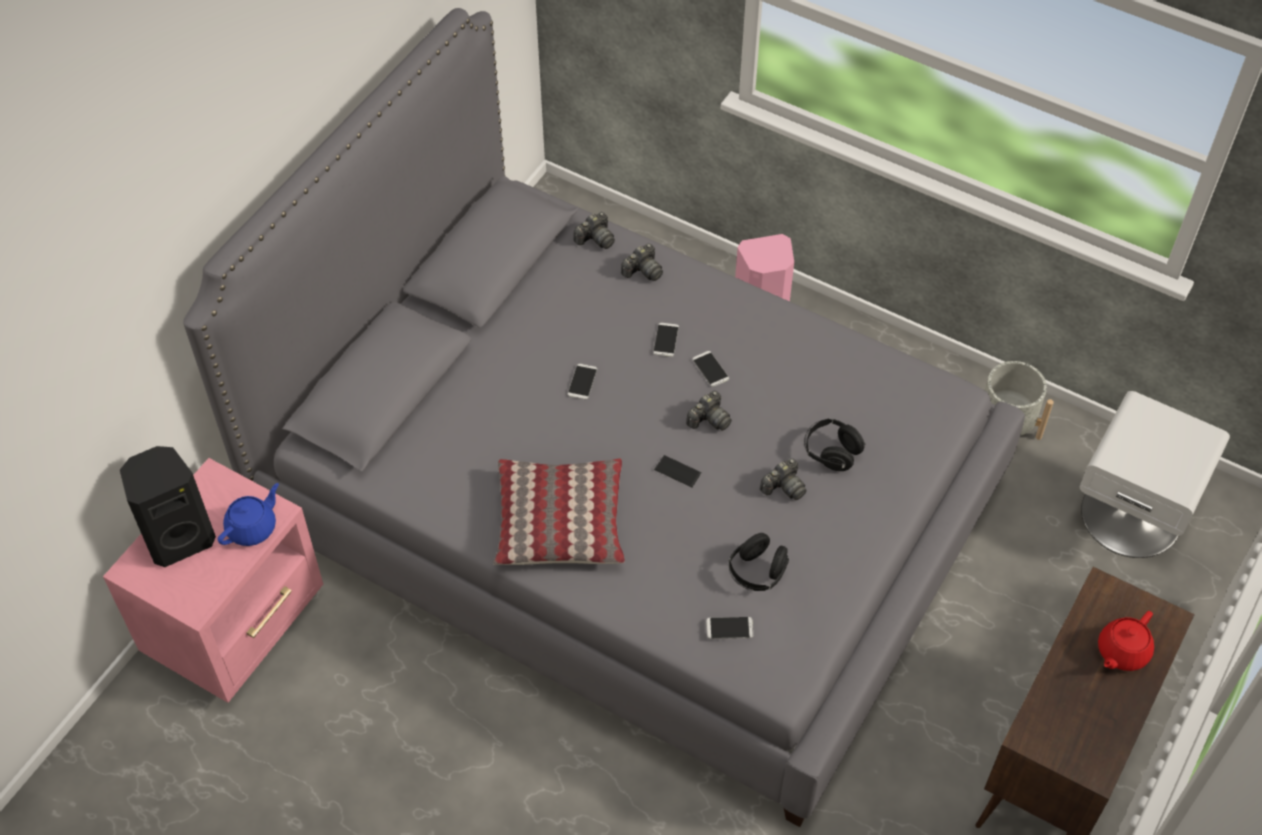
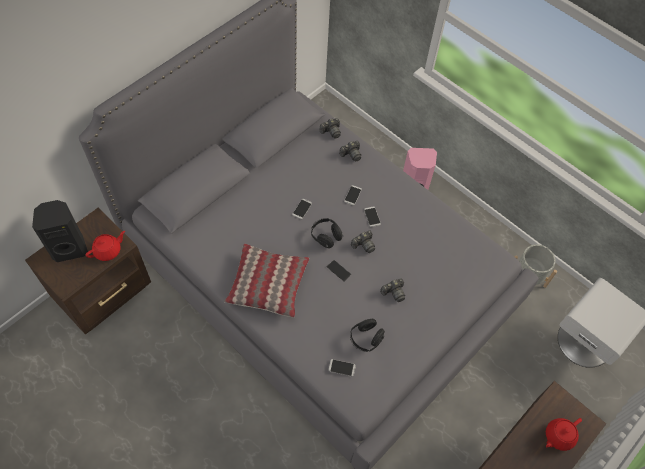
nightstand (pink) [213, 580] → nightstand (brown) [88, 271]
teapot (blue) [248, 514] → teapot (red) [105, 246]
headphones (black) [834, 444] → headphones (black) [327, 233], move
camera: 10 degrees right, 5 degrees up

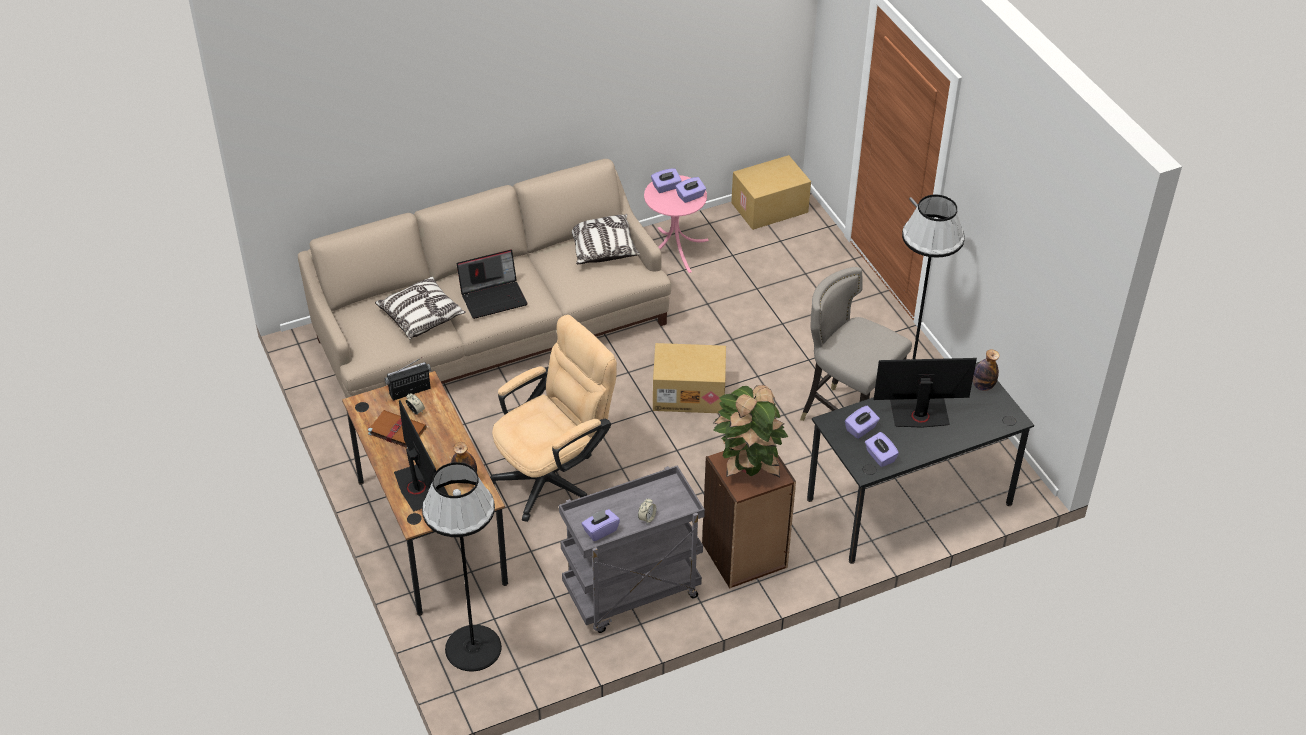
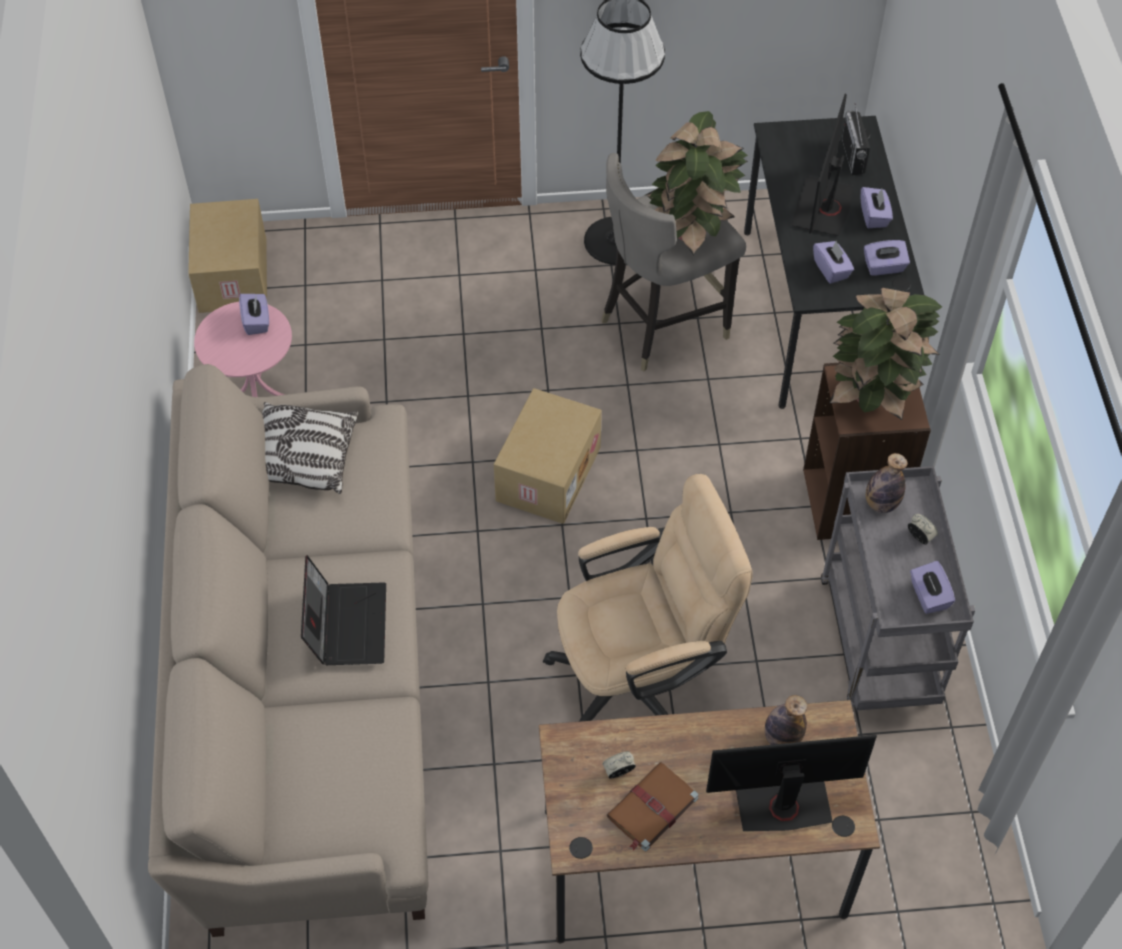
pillow [420, 308] → -
radio [407, 378] → radio [856, 139], move
floor lamp (black) [462, 566] → -
office chair (beige) [553, 418] → office chair (beige) [648, 598], 90 degrees clockwise
tissue box (purple) [666, 180] → tissue box (purple) [877, 207], move
bottle [986, 370] → bottle [887, 483], move
- → potted plant [697, 183]
camera: 70 degrees left, 10 degrees up

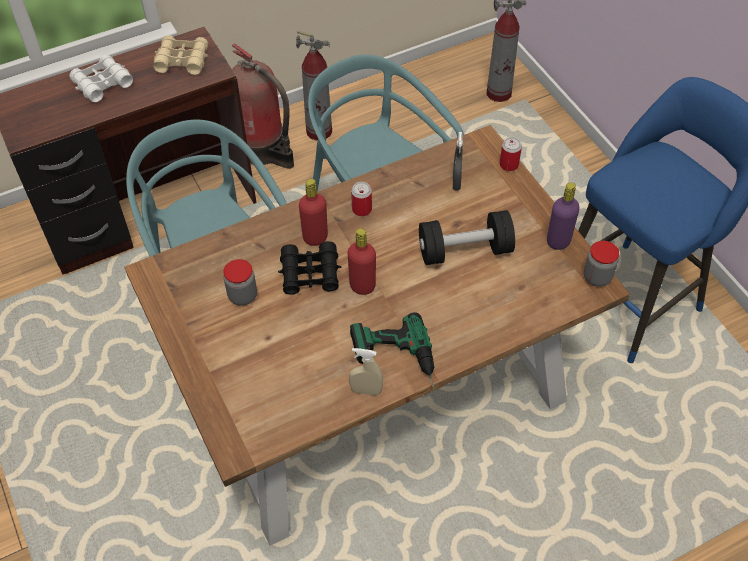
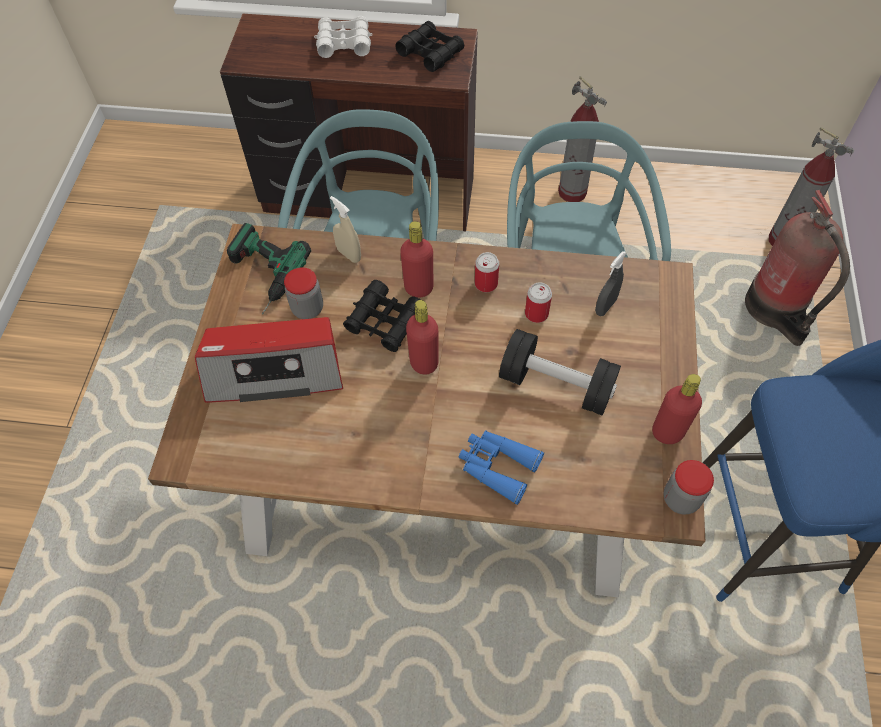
binoculars (beige) [181, 55] → binoculars (black) [430, 46]
fire extinguisher [263, 106] → fire extinguisher [797, 268], move
spray bottle (beige) [366, 372] → spray bottle (beige) [345, 229], move
power drill [392, 350] → power drill [269, 268], move
can [511, 154] → can [538, 302], move
bottle (purple) [563, 216] → bottle (red) [677, 409]
- → radio [269, 360]
- → binoculars (blue) [501, 467]
camera: 35 degrees right, 5 degrees up

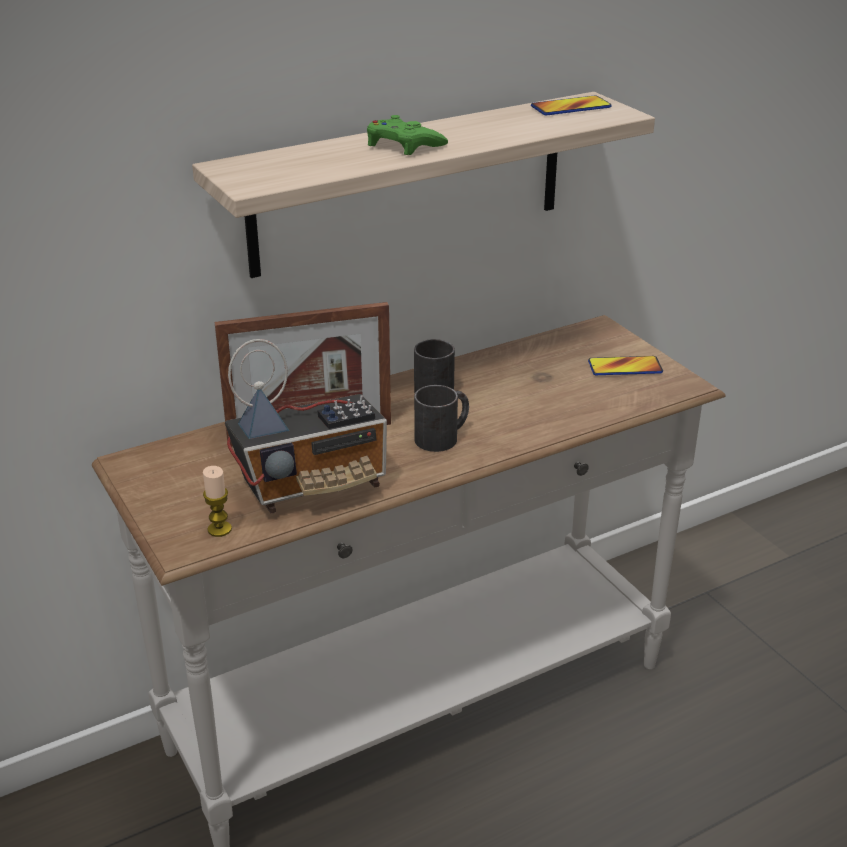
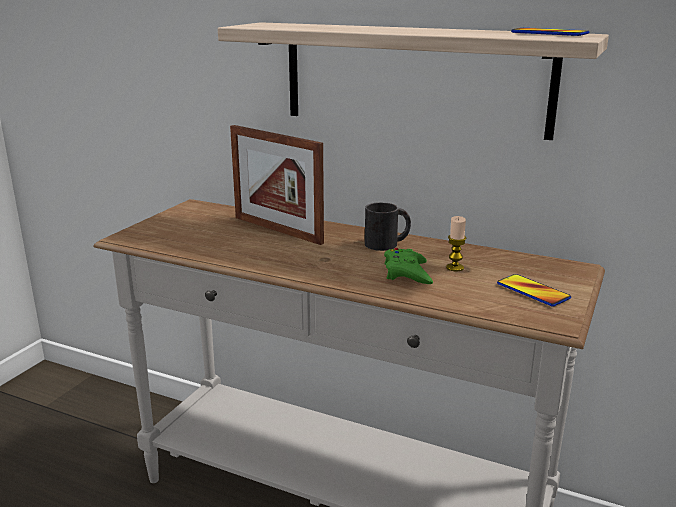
candle [217, 501] → candle [456, 244], move
radio [306, 426] → -
game controller (green) [407, 135] → game controller (green) [408, 266], move
mug (black) [441, 418] → -
camera: 55 degrees right, 10 degrees down

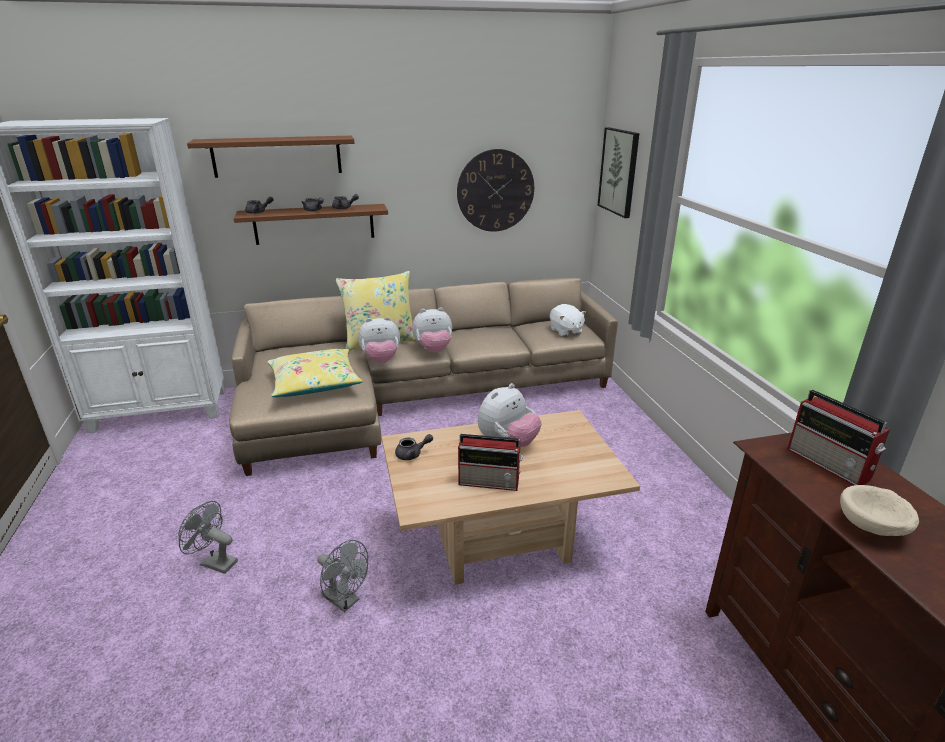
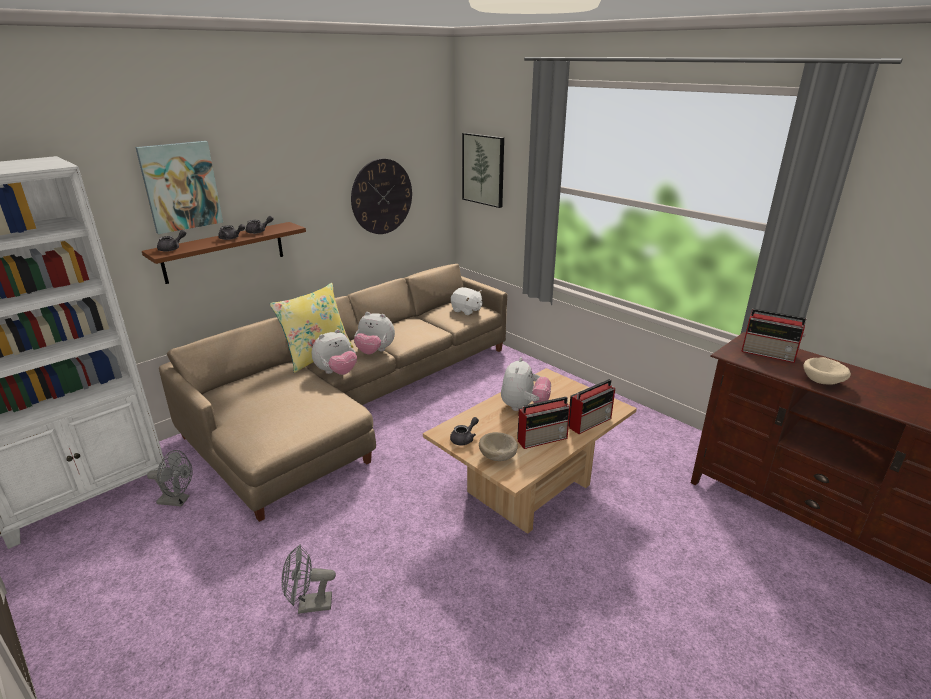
shelf (brown) [271, 157] → picture [179, 187]
pillow (yellow) [315, 373] → -
fan (grey) [342, 576] → fan (grey) [170, 478], move
plush toy [432, 329] → plush toy [374, 333], 60 degrees clockwise
- → bowl (beige) [498, 446]
- → radio [592, 406]
camera: 30 degrees left, 0 degrees up

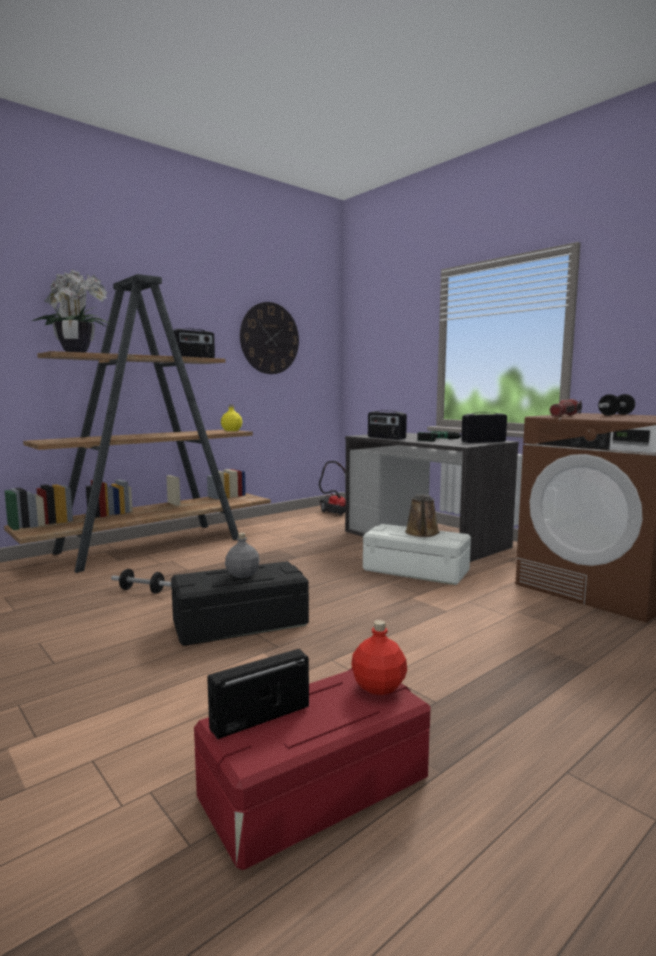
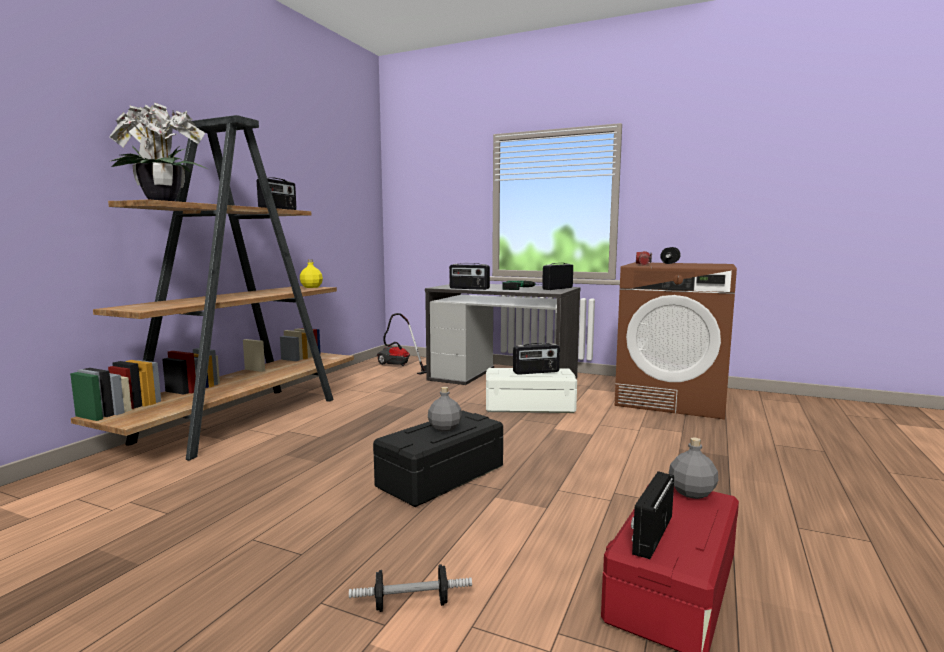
dumbbell [141, 581] → dumbbell [410, 588], move
wall clock [269, 338] → -
bottle (red) [379, 657] → bottle (grey) [693, 468]
watering can (brown) [422, 515] → radio [536, 359]
camera: 25 degrees left, 0 degrees up

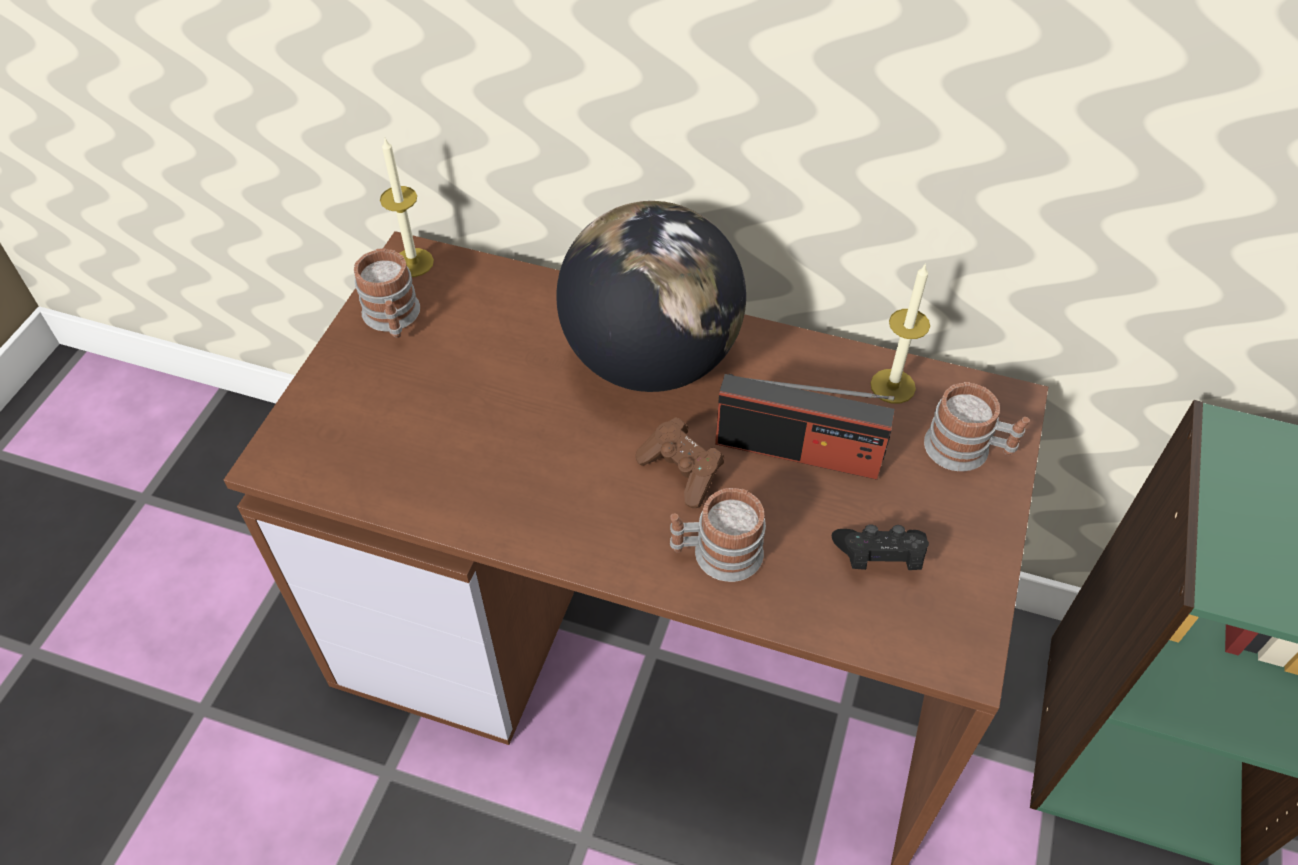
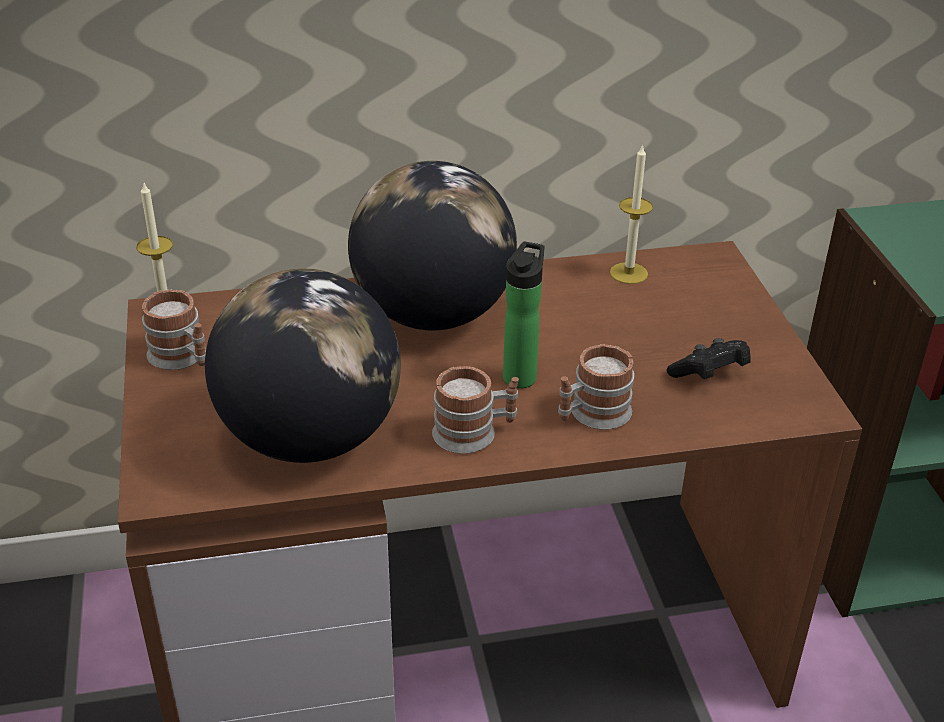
game controller (brown) [680, 462] → bottle [523, 315]
radio [805, 427] → -
mug [977, 426] → mug [475, 410], move
- → globe [303, 366]
camera: 30 degrees left, 15 degrees down

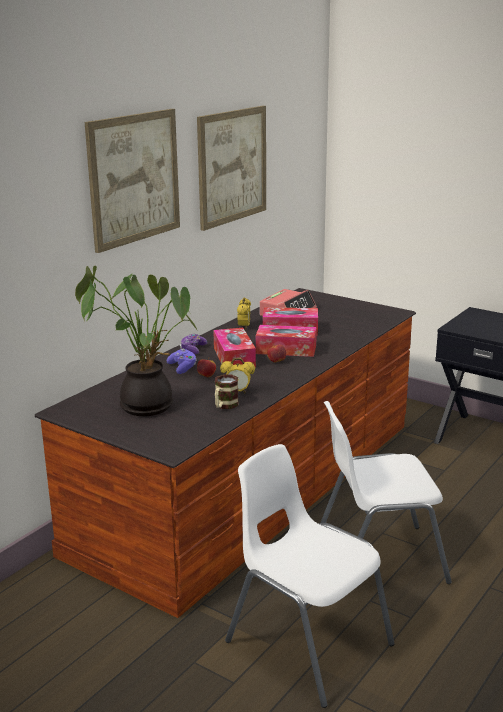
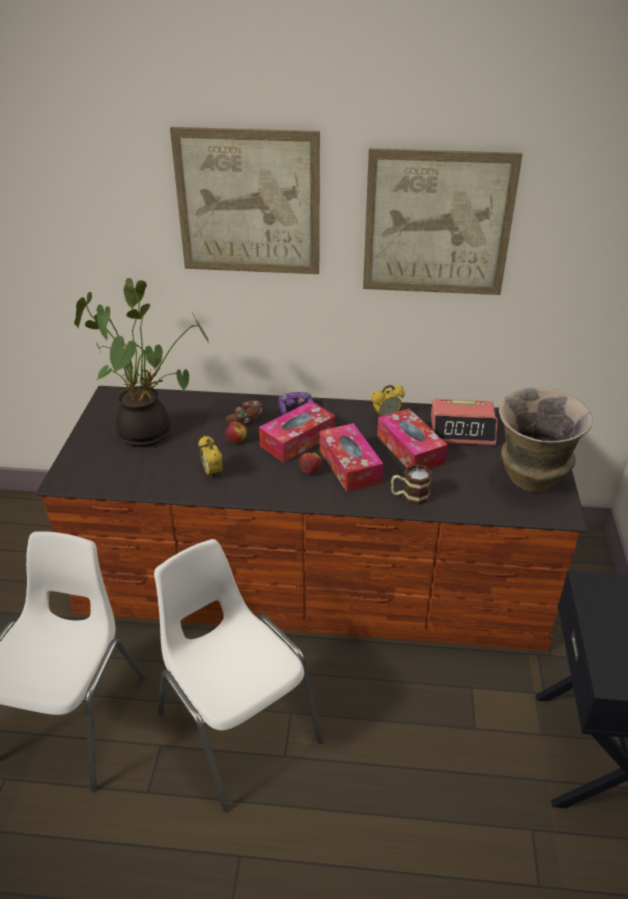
game controller (purple) [181, 361] → game controller (brown) [243, 412]
mug [227, 391] → mug [411, 485], move
- → vase [546, 439]
camera: 60 degrees right, 15 degrees up

